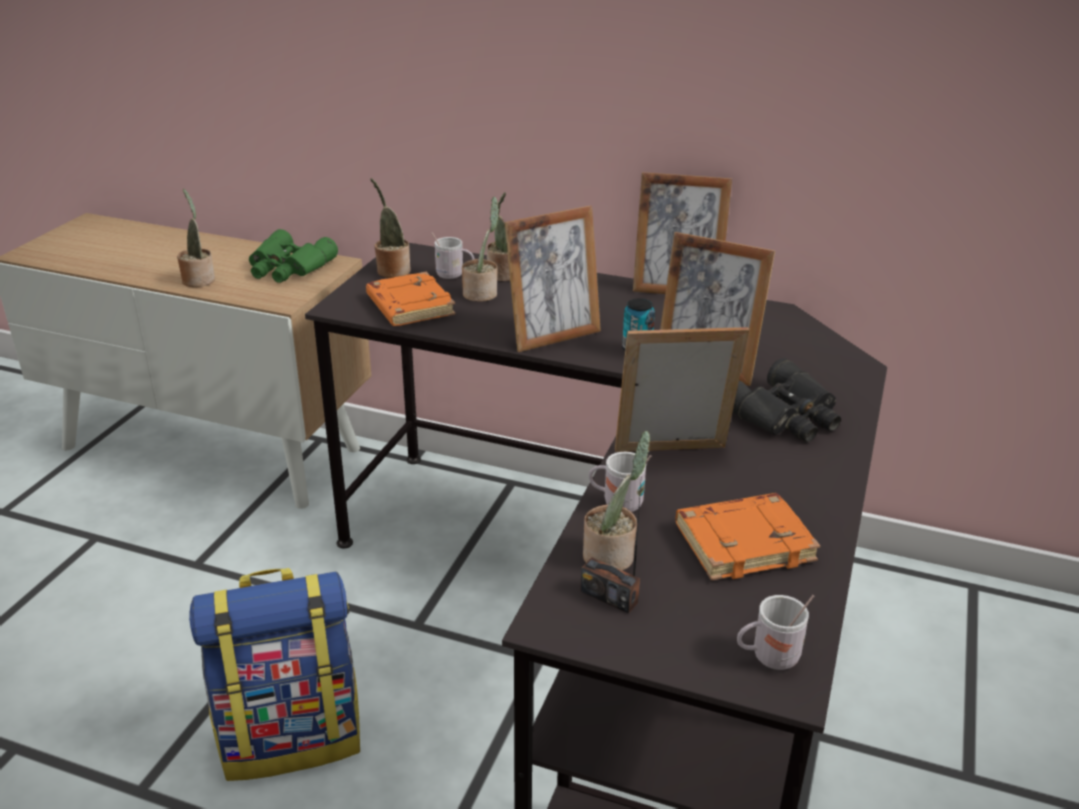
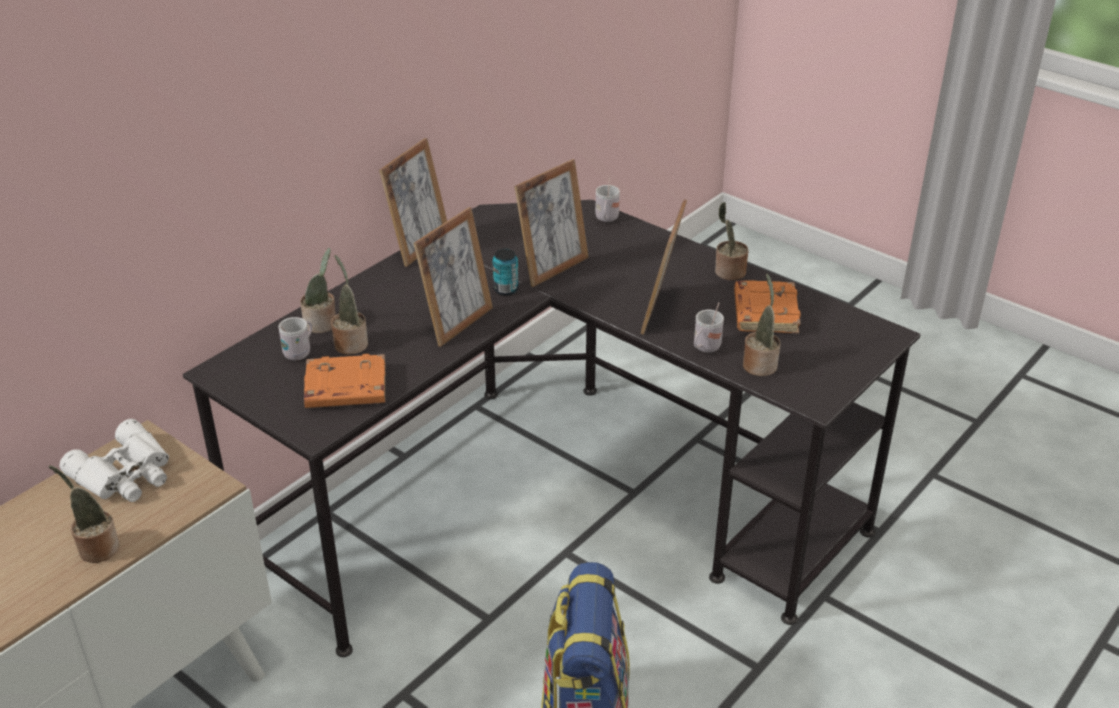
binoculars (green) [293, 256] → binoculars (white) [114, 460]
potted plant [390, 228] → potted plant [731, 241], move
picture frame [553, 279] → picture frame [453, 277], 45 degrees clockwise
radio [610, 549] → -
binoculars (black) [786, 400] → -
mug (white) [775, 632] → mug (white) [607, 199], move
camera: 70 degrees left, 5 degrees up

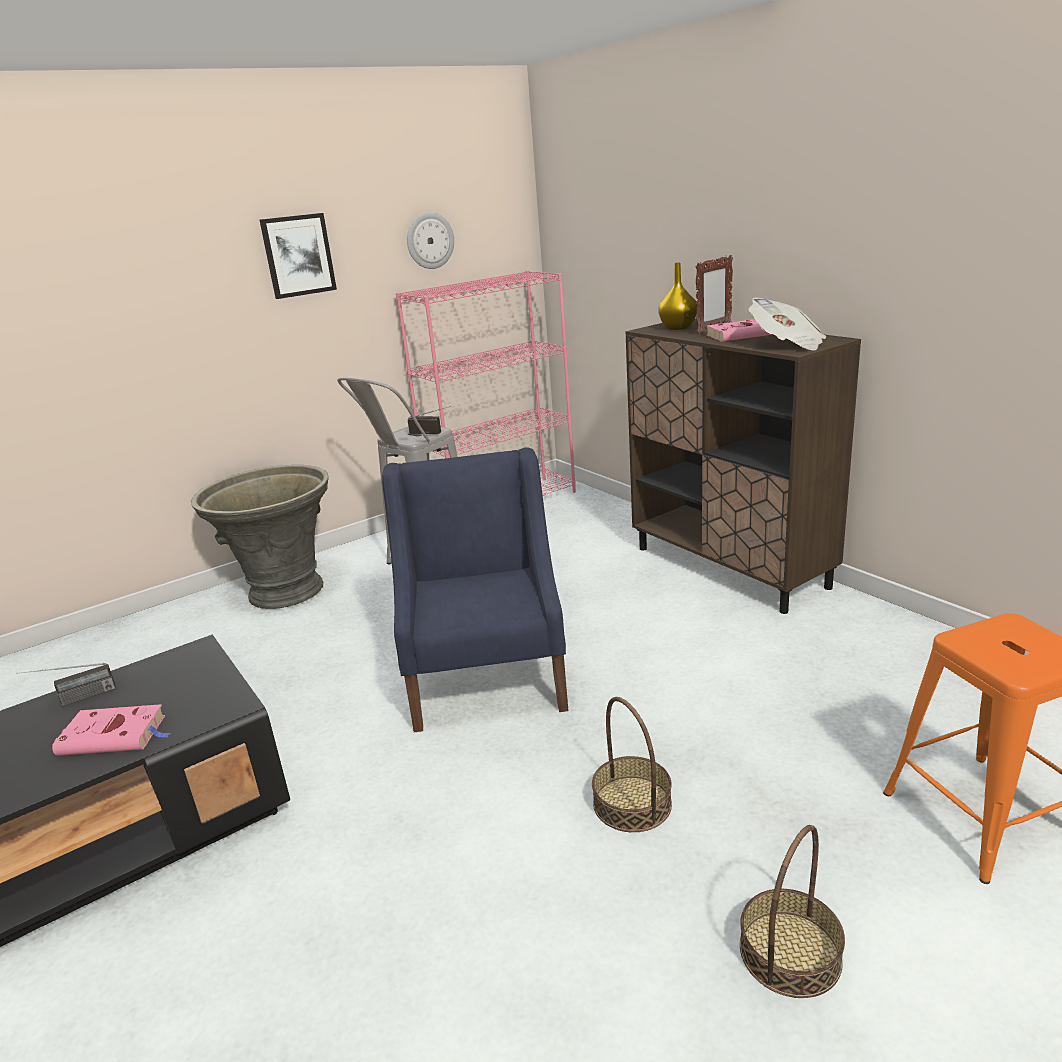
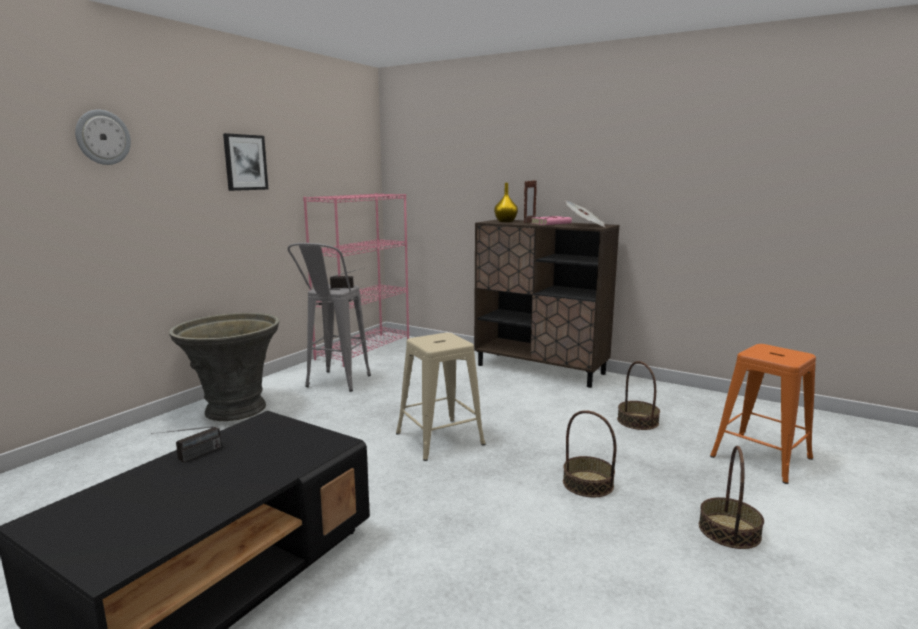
book (pink) [111, 730] → -
armchair (blue) [475, 589] → stool (beige) [441, 397]
wall clock [430, 240] → wall clock [103, 137], move
- → basket [638, 395]
camera: 25 degrees left, 10 degrees down

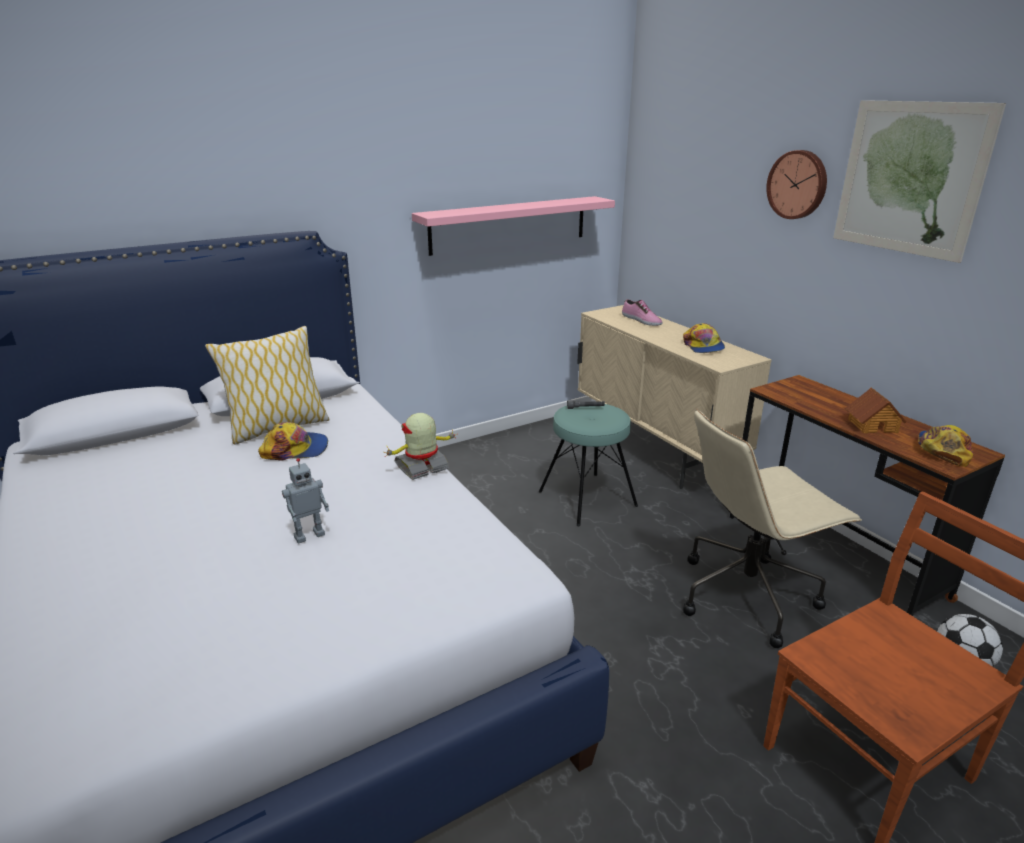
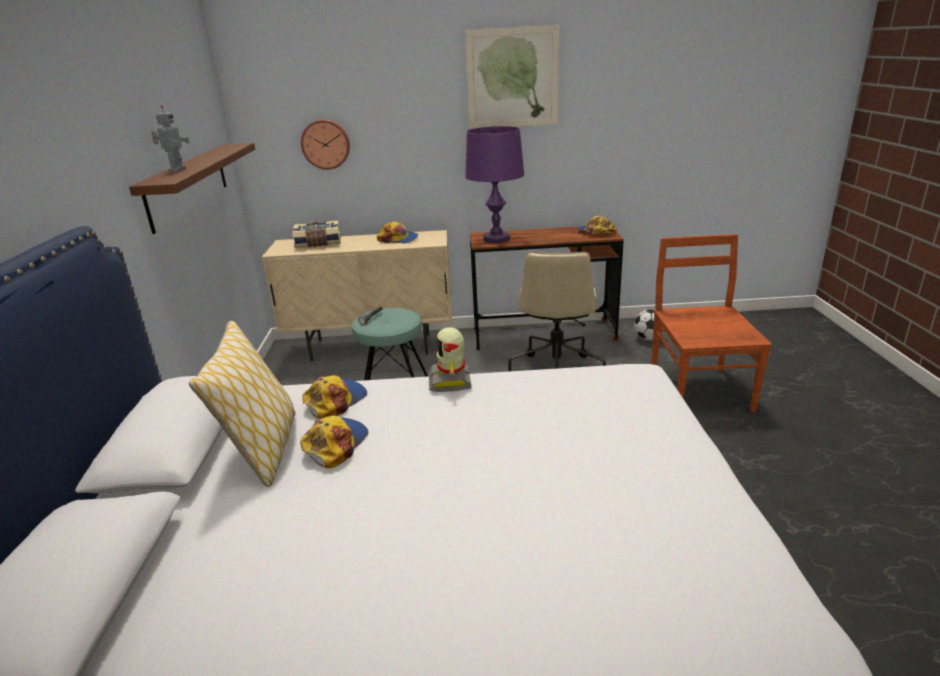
toy robot [305, 501] → toy robot [170, 138], move
shelf (pink) [513, 226] → shelf (brown) [192, 188]
shoe [642, 312] → book [316, 234]
wall clock [796, 184] → wall clock [325, 145], move
toy house [875, 410] → -
- → cap [334, 397]
- → table lamp (purple) [494, 184]
camera: 60 degrees left, 0 degrees up

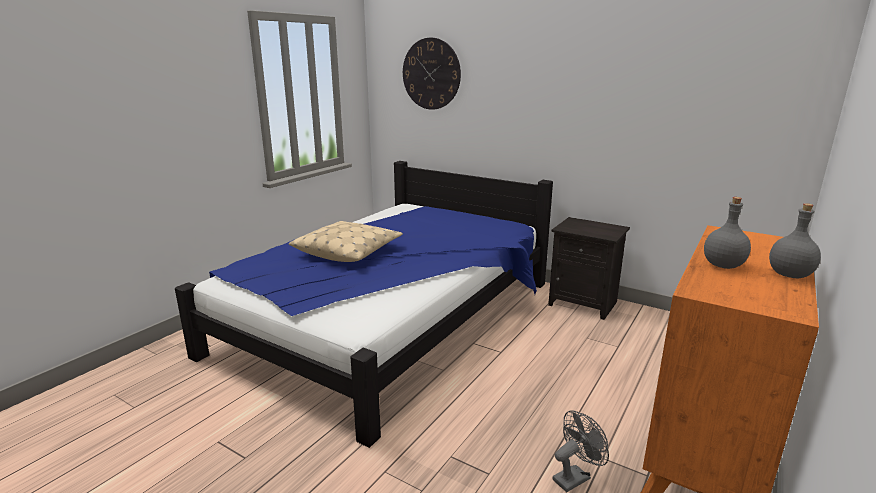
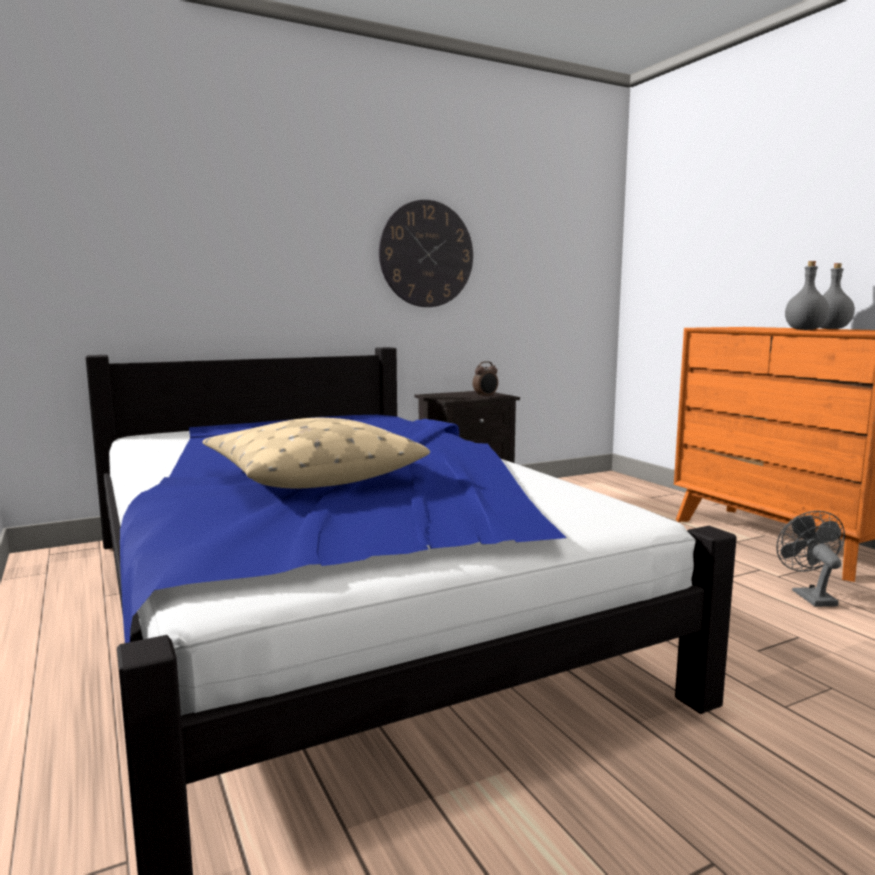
wall clock [432, 74] → wall clock [426, 253], move
- → alarm clock [485, 379]
camera: 60 degrees left, 10 degrees down

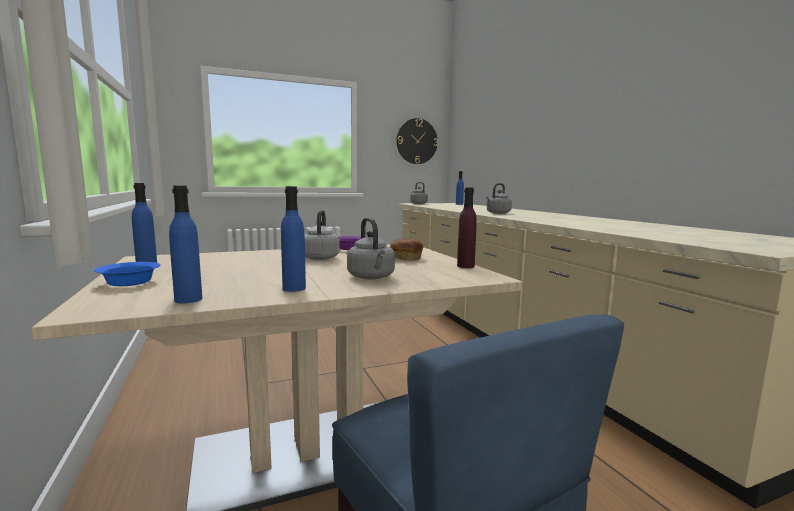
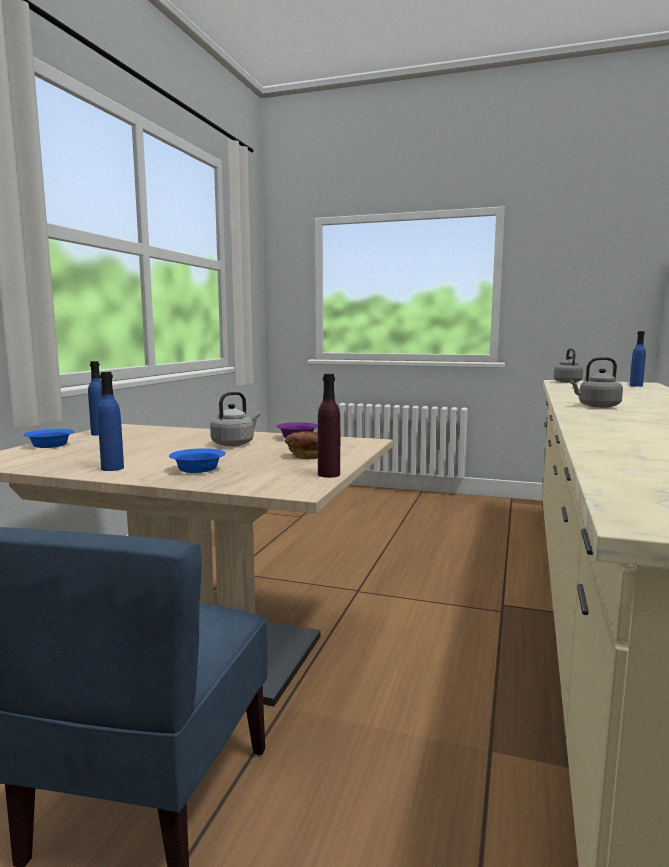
bottle (blue) [186, 244] → -
kettle (grey) [371, 248] → bowl (blue) [197, 460]
wall clock [417, 141] → -
camera: 40 degrees right, 0 degrees up

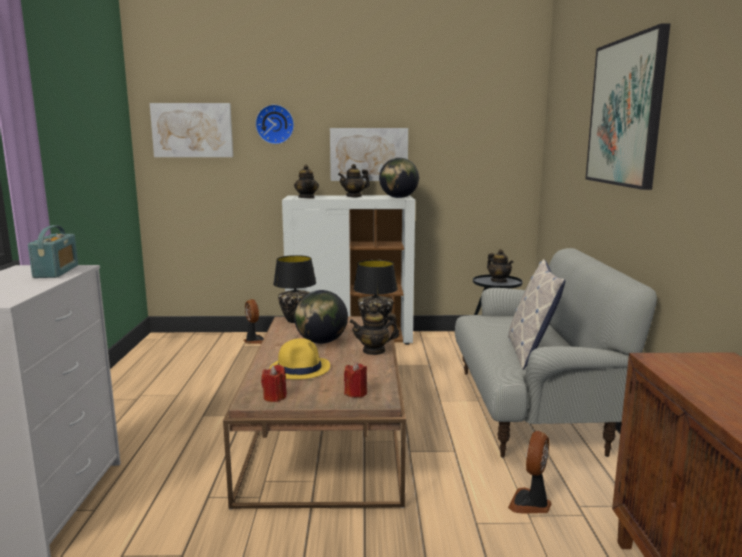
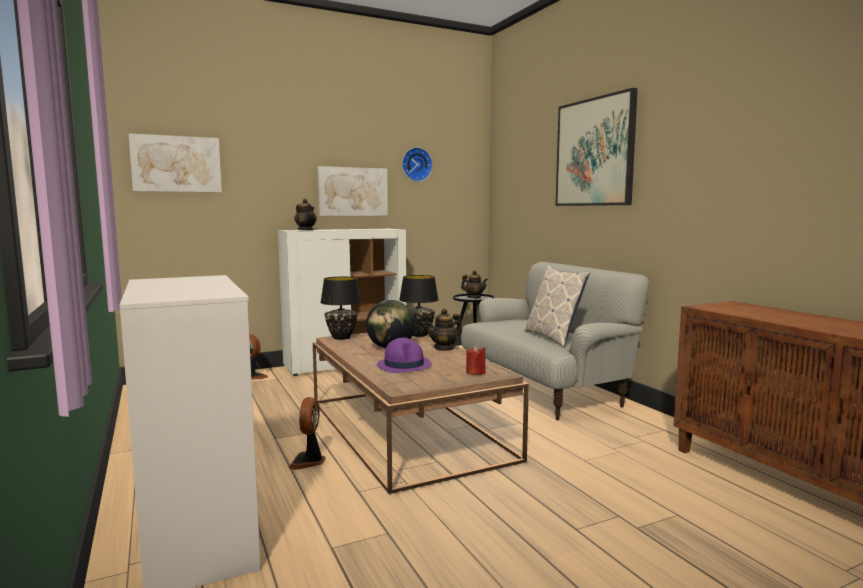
radio [53, 251] → -
wall clock [274, 124] → wall clock [417, 164], move
candle (red) [274, 383] → -
hat (yellow) [300, 358] → hat (purple) [404, 355]
teapot [354, 180] → -
globe [399, 178] → -
fan [529, 472] → fan [307, 433], move
camera: 25 degrees left, 5 degrees down

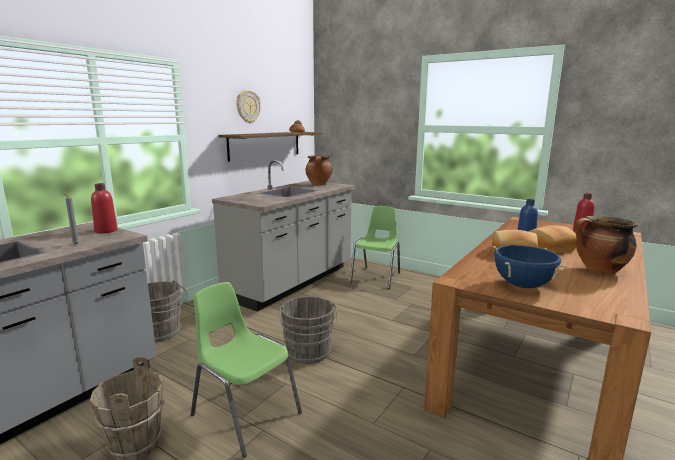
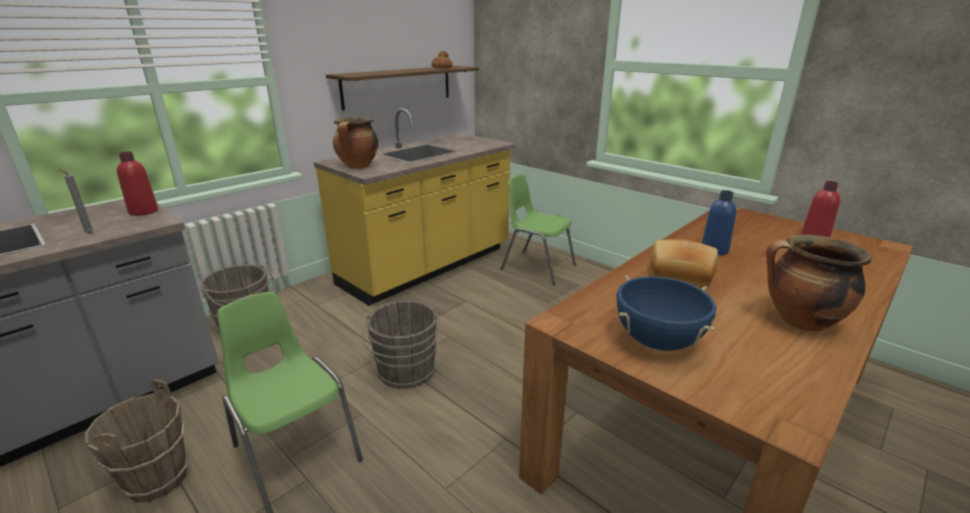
counter (grey) [283, 235] → counter (yellow) [414, 207]
wall clock [248, 106] → -
cooking pot [319, 170] → cooking pot [355, 143], move
chair (green) [375, 247] → chair (green) [538, 230], 90 degrees counterclockwise
bread [553, 239] → -
camera: 10 degrees right, 10 degrees up

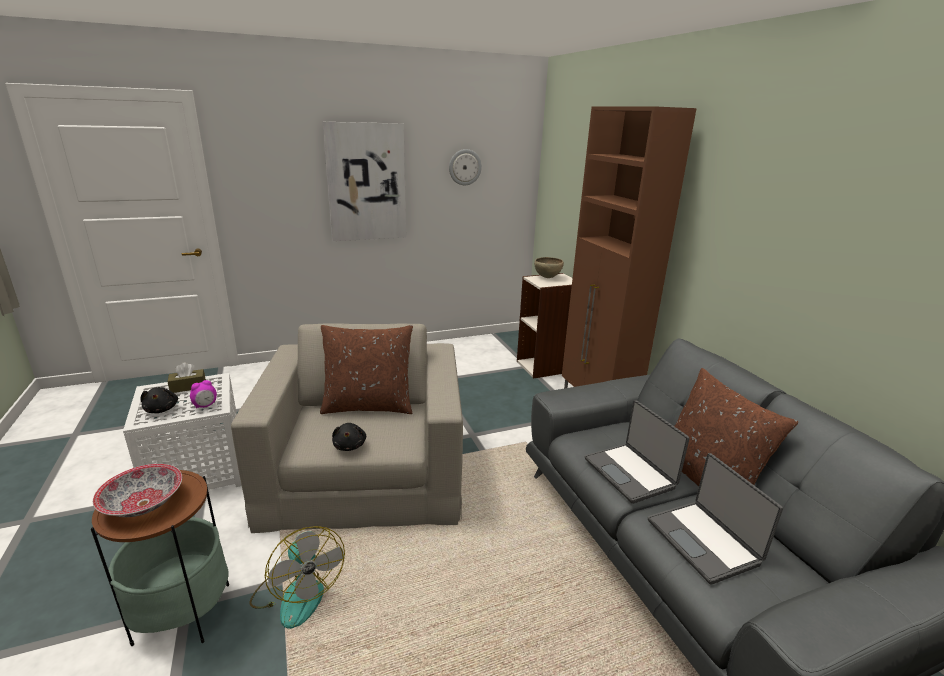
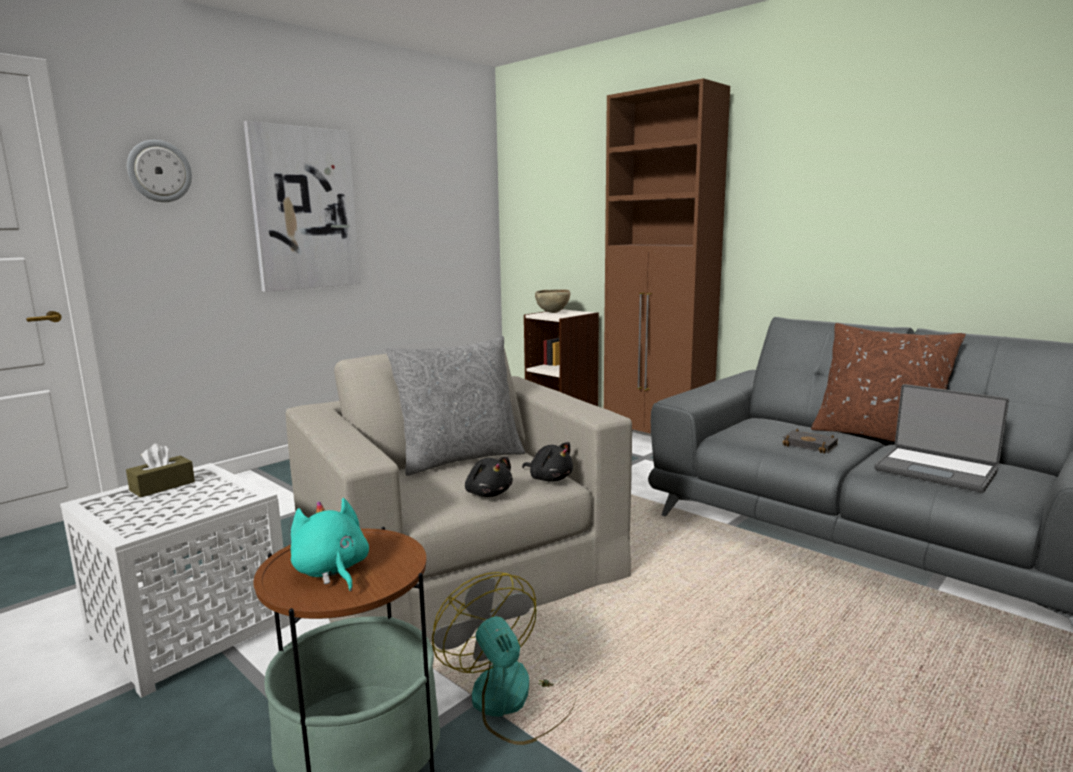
bowl [137, 490] → plush toy (turquoise) [330, 544]
plush toy (black) [159, 400] → plush toy (black) [547, 462], move
alarm clock [203, 394] → -
fan [297, 577] → fan [504, 658], 150 degrees counterclockwise
pillow (brown) [366, 369] → pillow (grey) [455, 406]
wall clock [465, 167] → wall clock [159, 171], move
laptop [637, 452] → book (black) [810, 441]
camera: 25 degrees left, 10 degrees down

